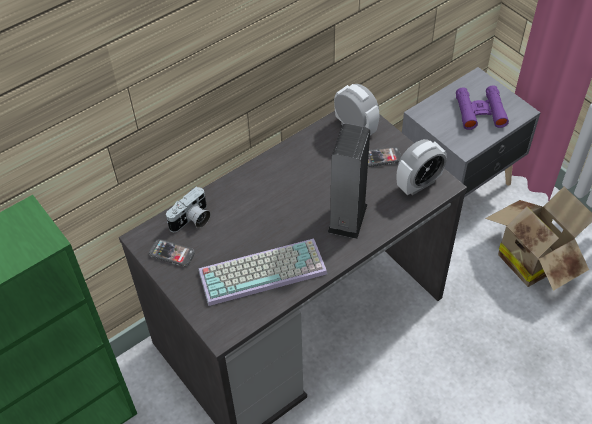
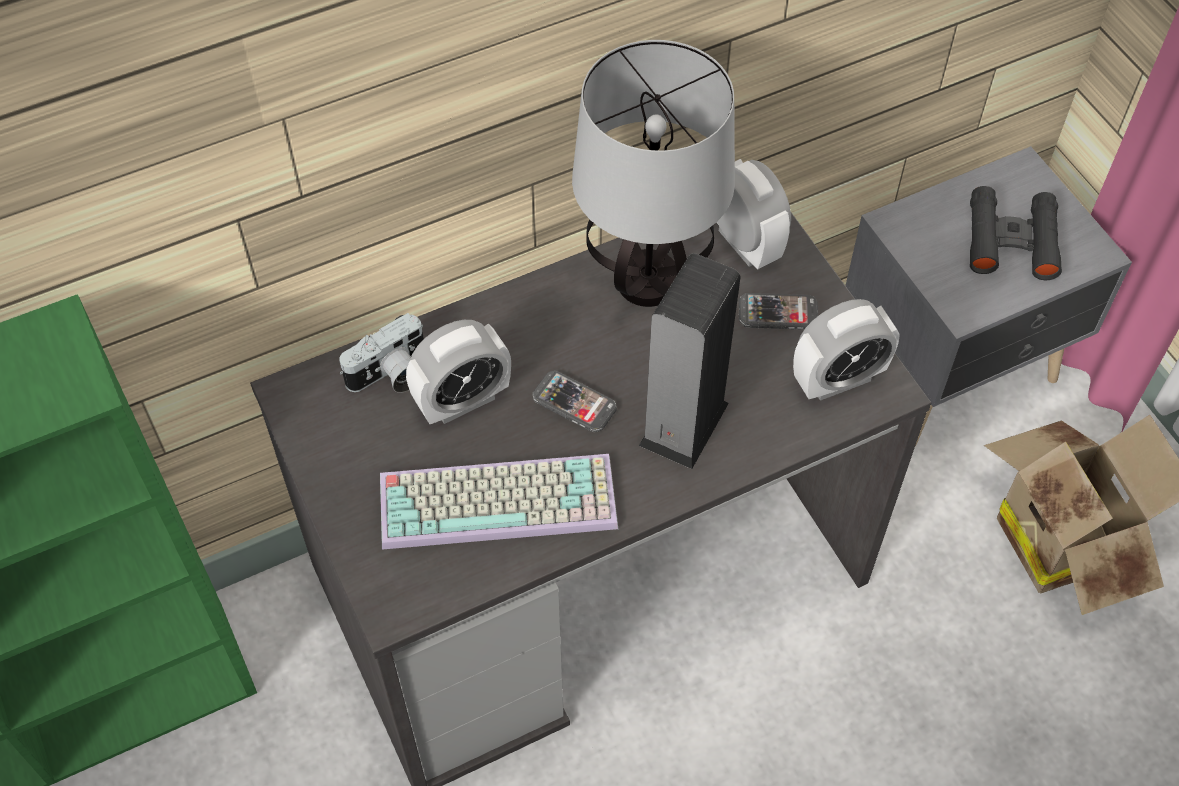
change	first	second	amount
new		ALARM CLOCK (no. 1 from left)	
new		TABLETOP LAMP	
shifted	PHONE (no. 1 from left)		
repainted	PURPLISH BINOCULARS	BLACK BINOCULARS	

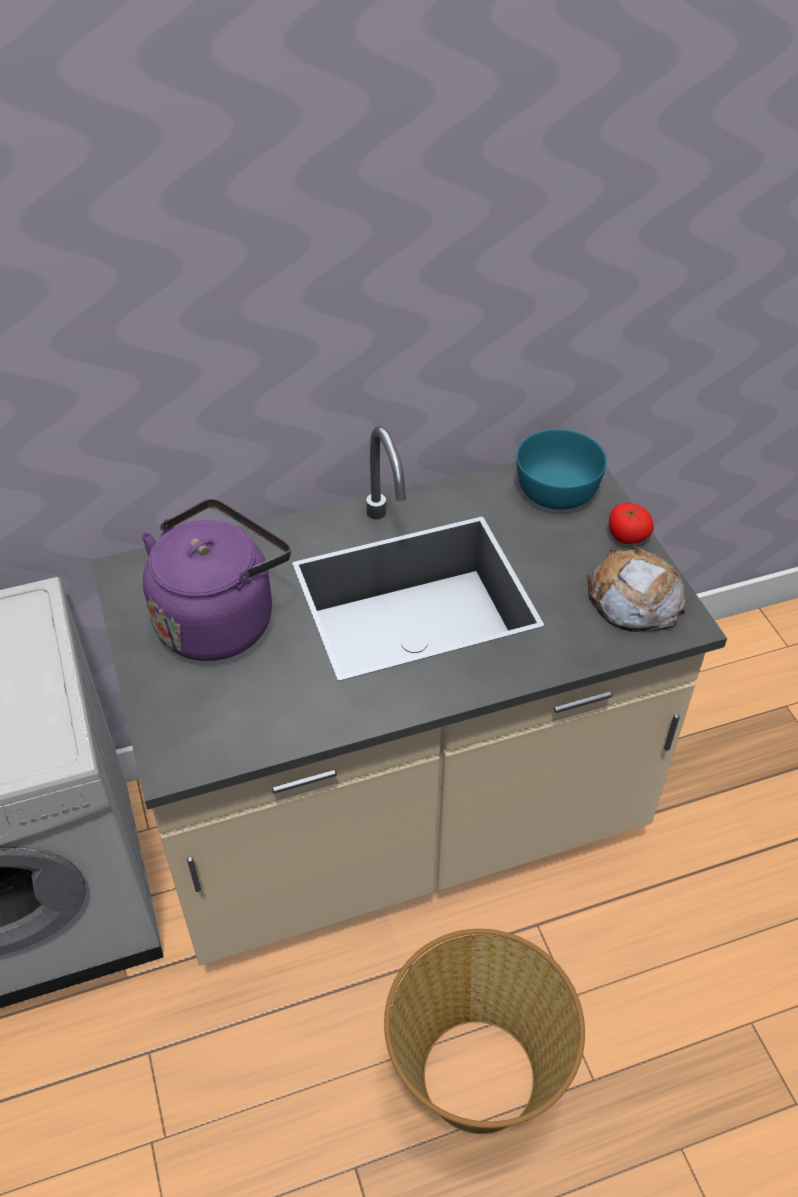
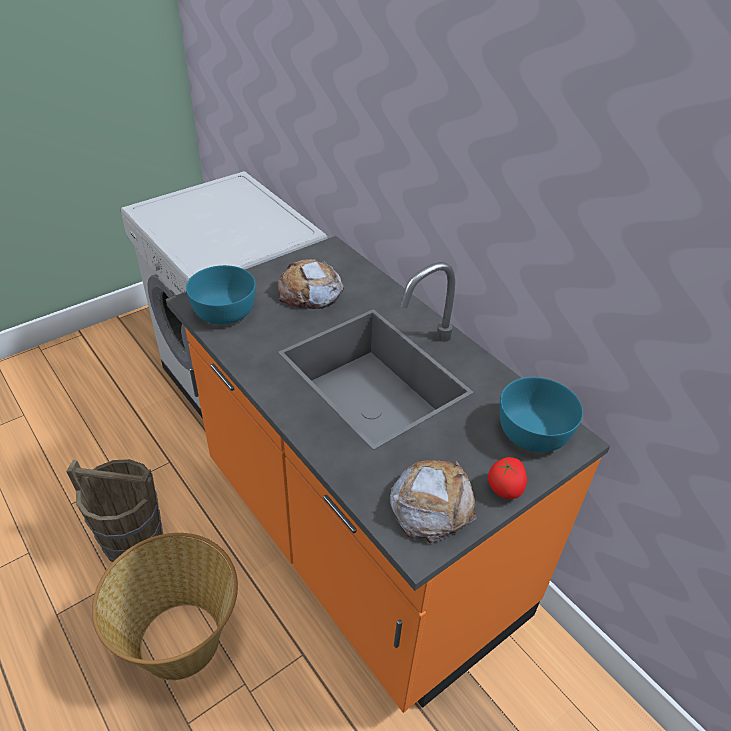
change	first	second	amount
new		BROWN-COLOURED WATER BUCKET	
new		BLUE-GREEN SERVING BOWL (no. 1 from left)	
swapped	PURPLISH KETTLE	BAKED BREAD (no. 1 from left)	
repainted	BEIGE-COLOURED COUNTER	ORANGEY COUNTER	

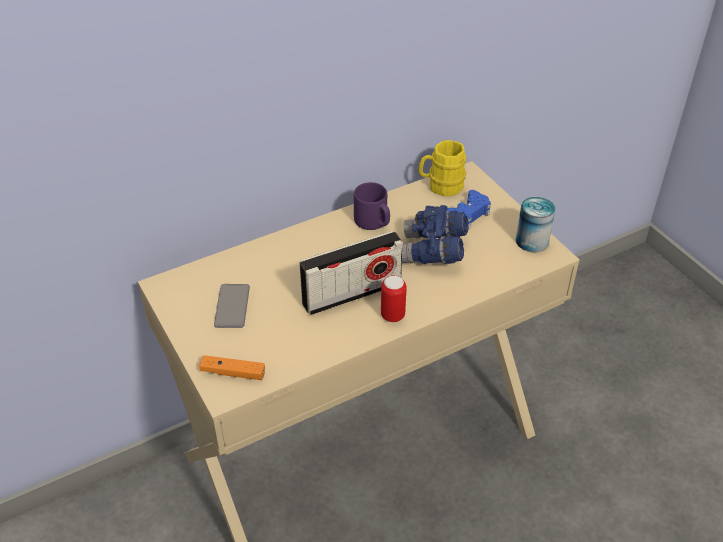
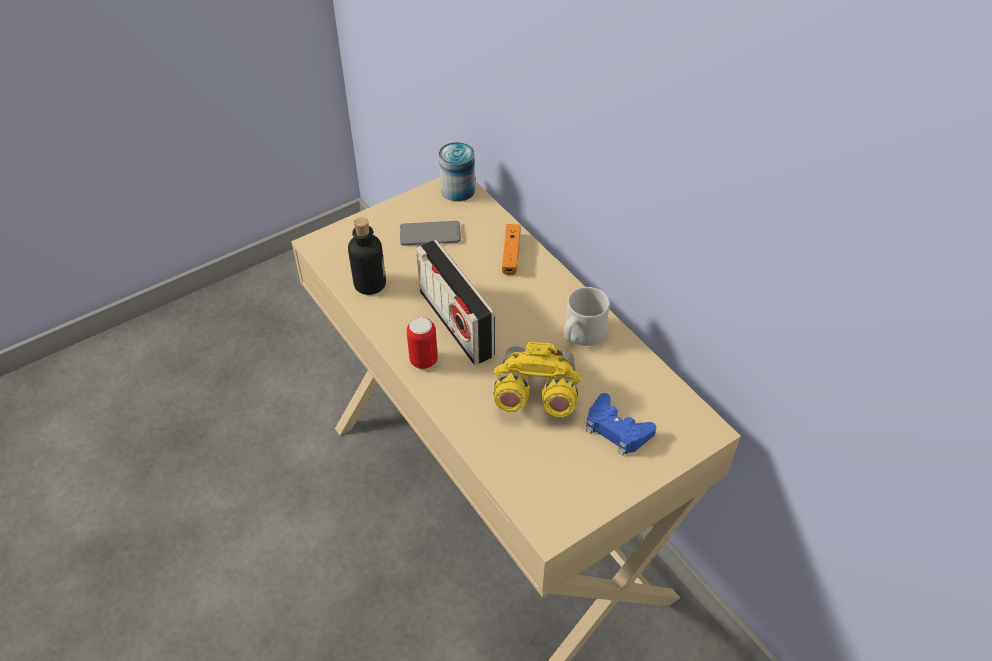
change	first	second	amount
gone	YELLOW MUG		
new		BOTTLE	
shifted	ORANGEY GAMEPAD		
shifted	SEALED CAN (no. 2 from left)		
repainted	PURPLISH MUG	GREYISH MUG	
repainted	BLUE BINOCULARS	YELLOW BINOCULARS	

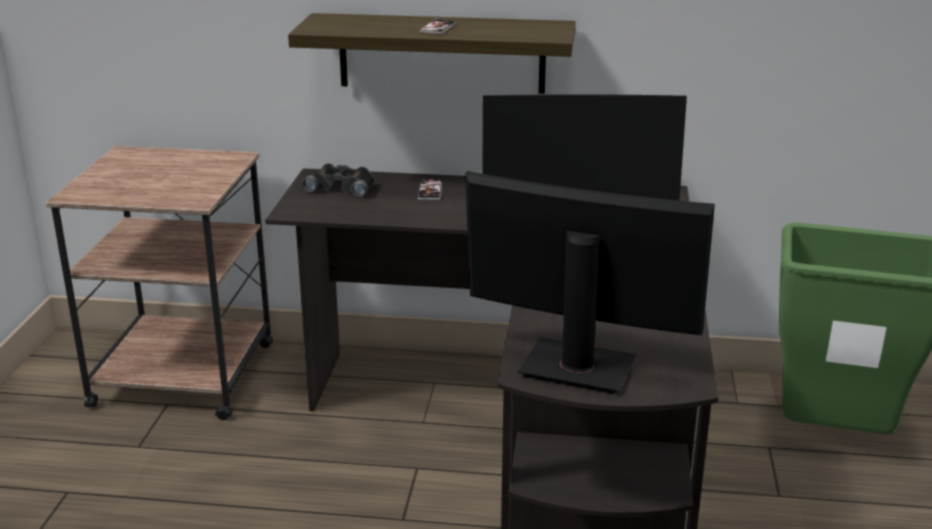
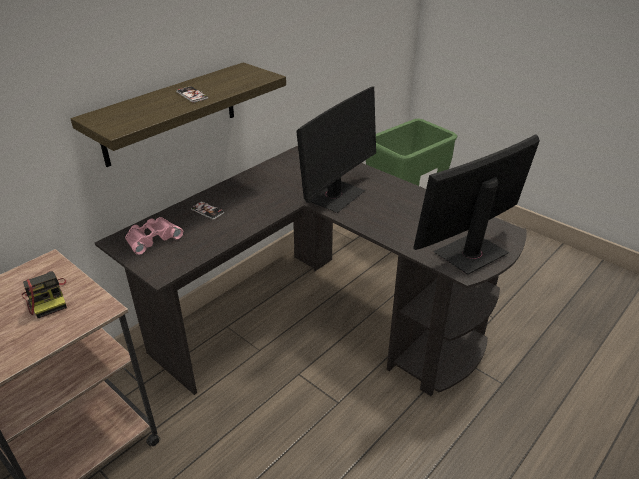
change	first	second	amount
new		PHOTO CAMERA	
repainted	BLACK BINOCULARS	PINKISH BINOCULARS	

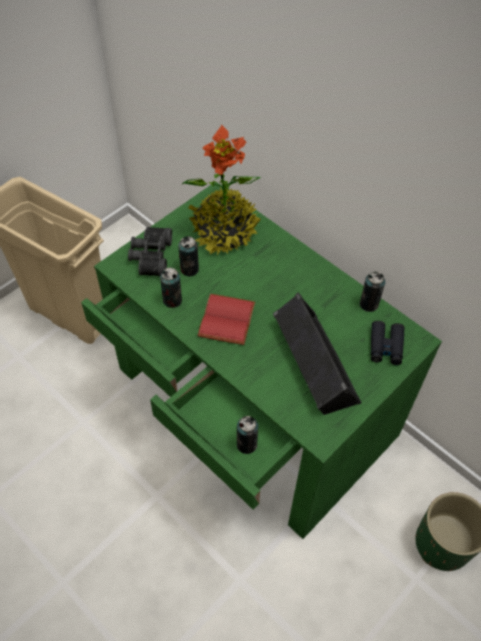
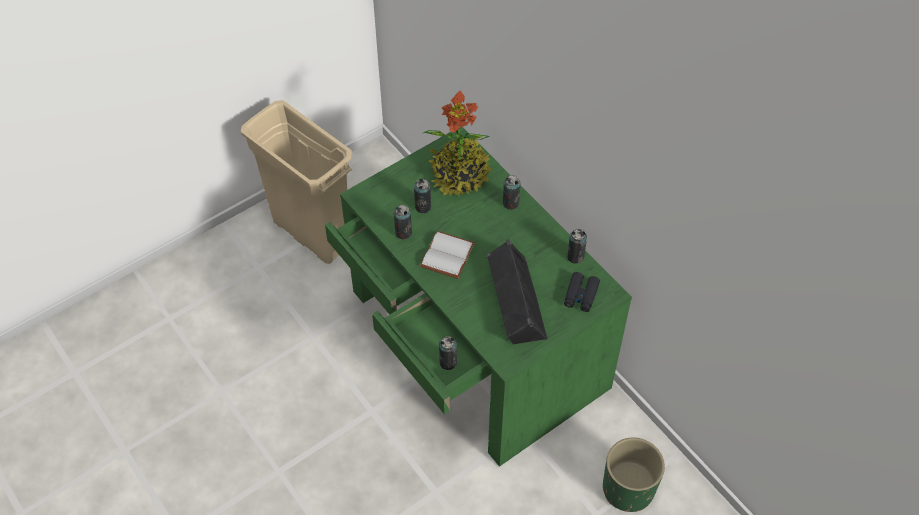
change	first	second	amount
gone	BLACK BINOCULARS (no. 1 from left)		
new		SEALED CAN (no. 4 from left)	
repainted	RED-COLOURED BOUND BOOK	WHITE-COLOURED BOUND BOOK	

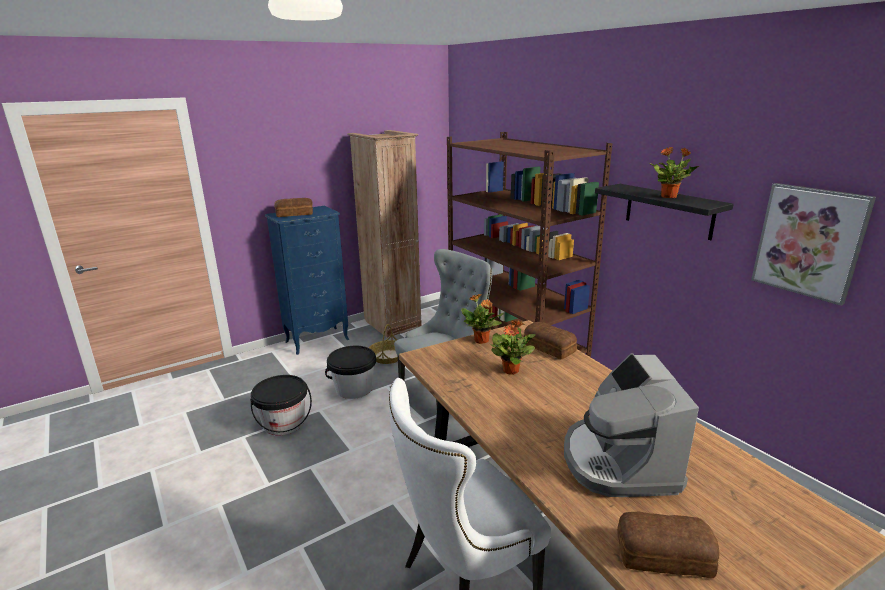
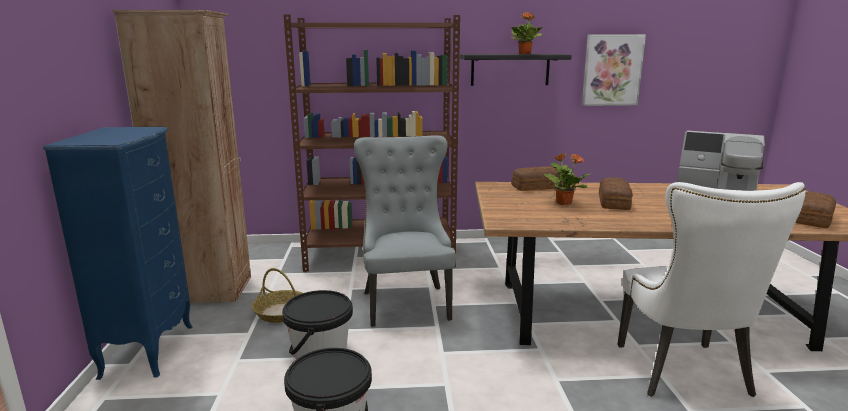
change	first	second	amount
gone	POTTED PLANT (no. 1 from left)		
shifted	BAKED BREAD (no. 1 from left in the first image)	BAKED BREAD (no. 2 from left)	

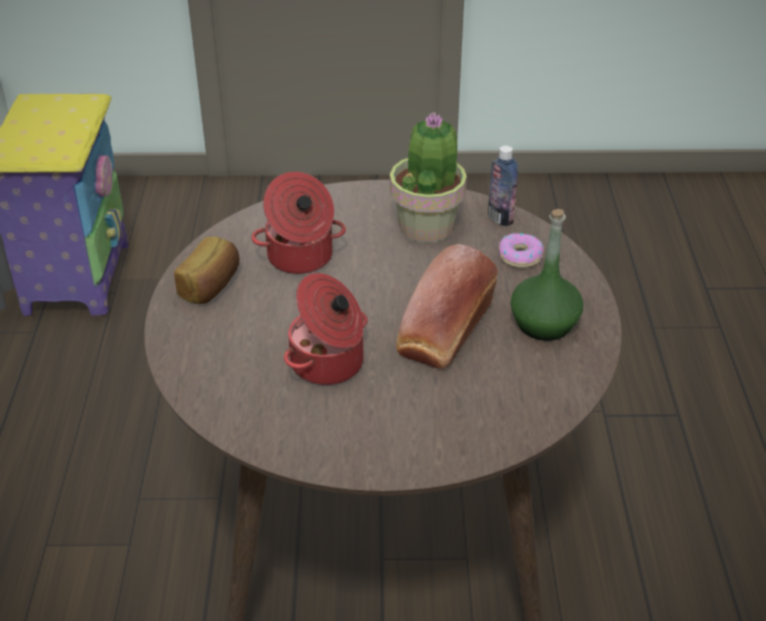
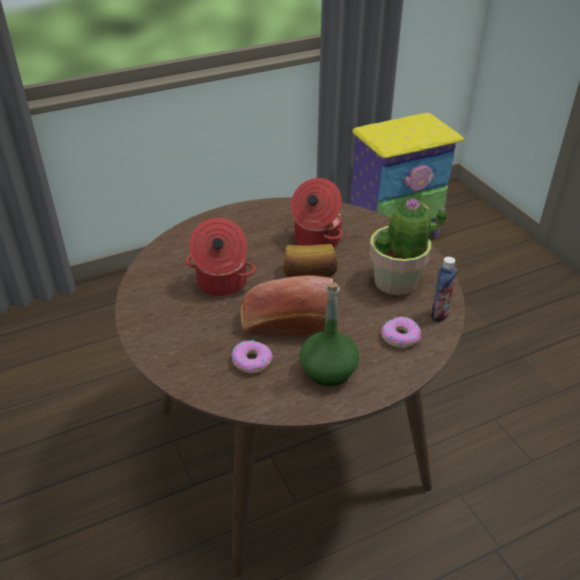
change	first	second	amount
new		DOUGHNUT (no. 1 from left)	
shifted	BAKED BREAD (no. 1 from left in the first image)	BAKED BREAD (no. 2 from left)	

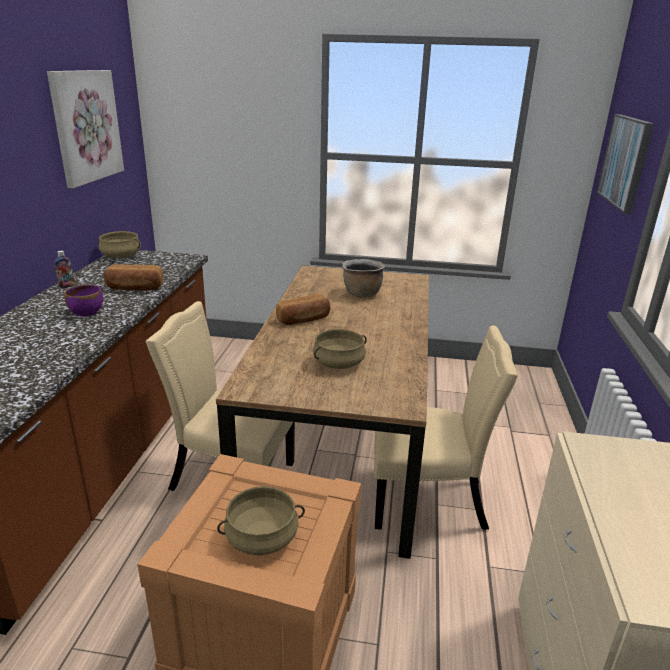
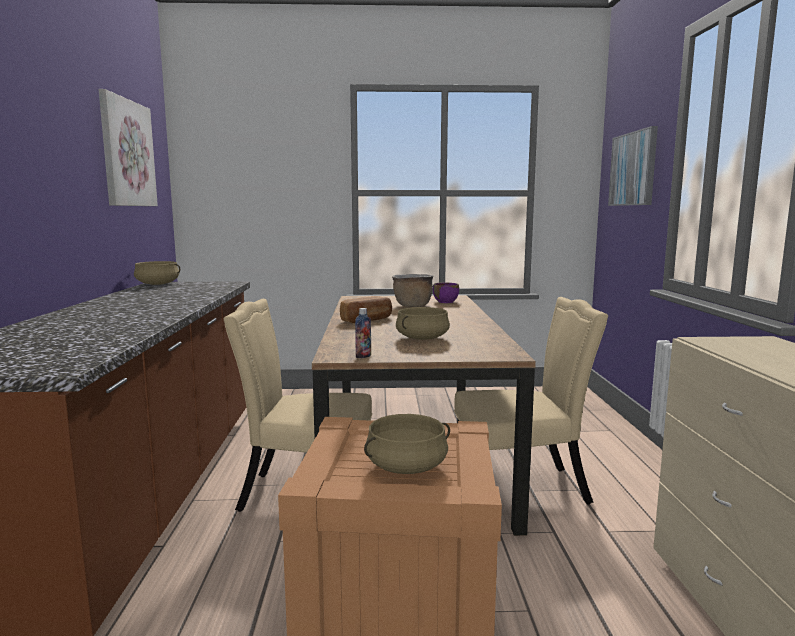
change	first	second	amount
gone	BAKED BREAD (no. 1 from left)		
shifted	BOTTLE		
shifted	PURPLISH SERVING BOWL		

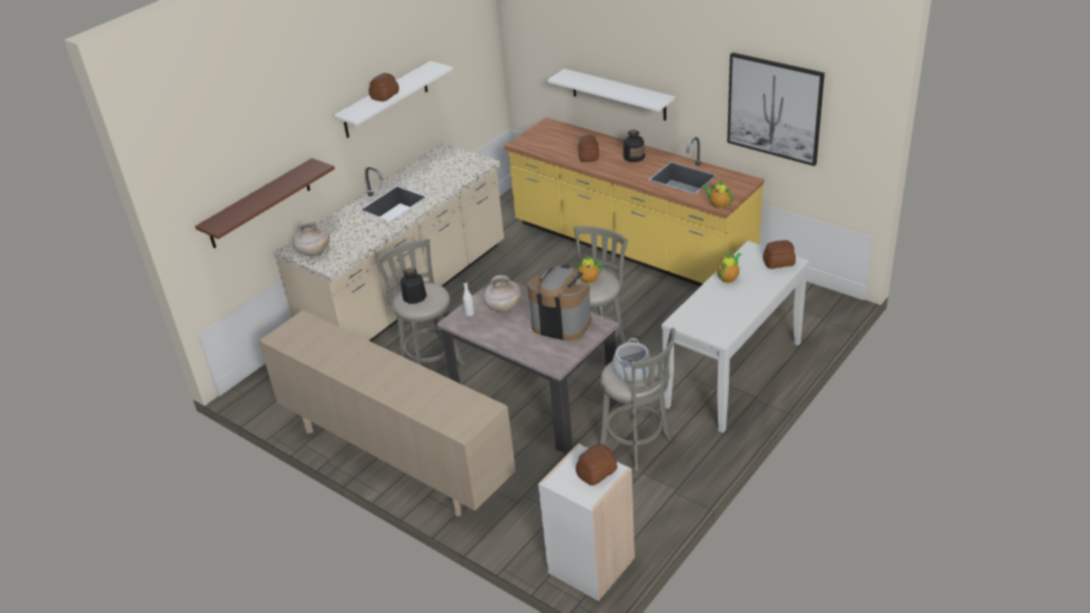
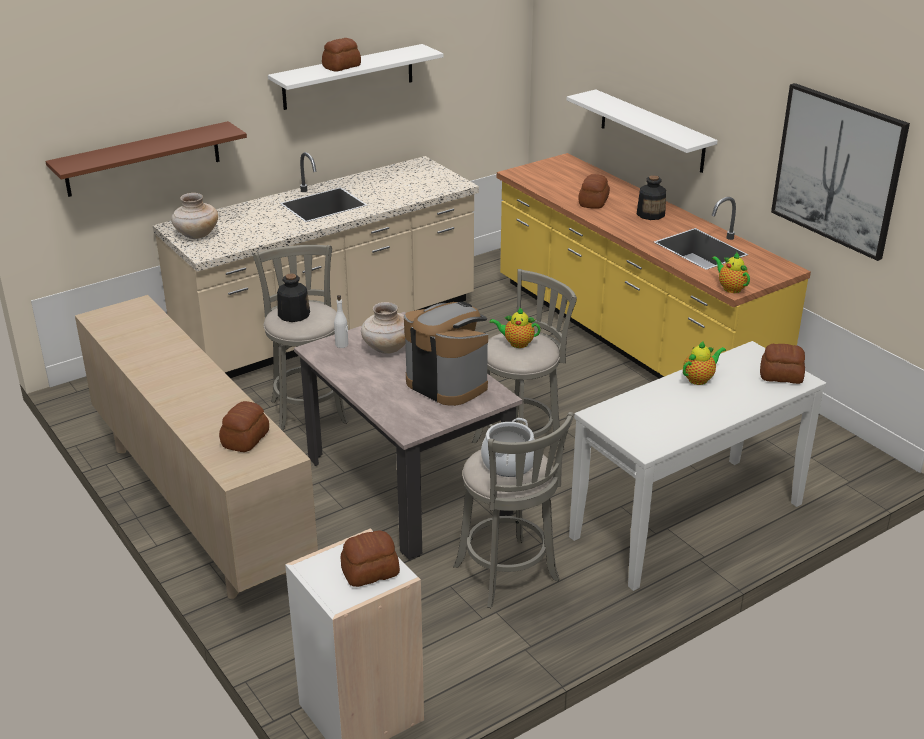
change	first	second	amount
new		BAKED BREAD (no. 1 from left)	

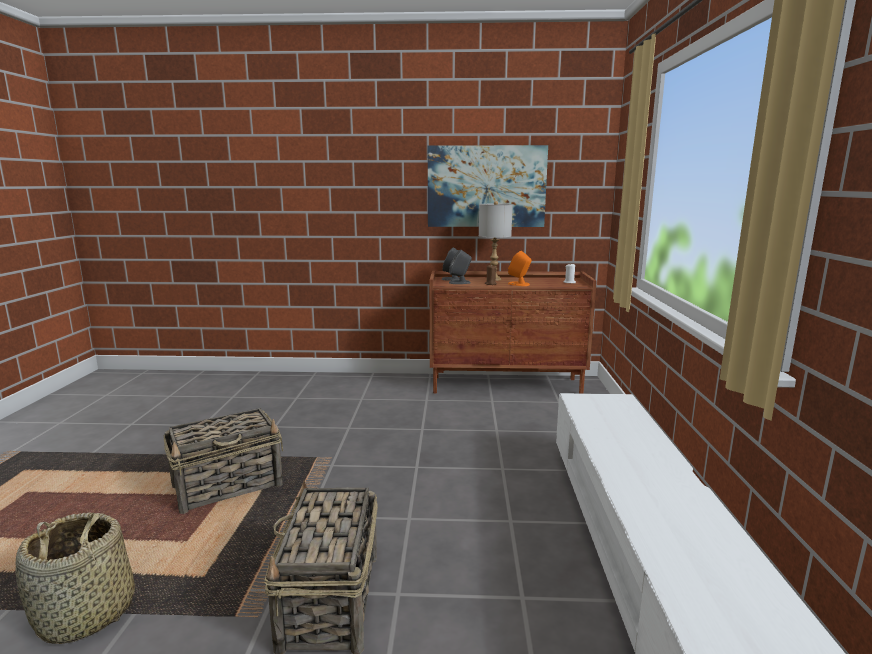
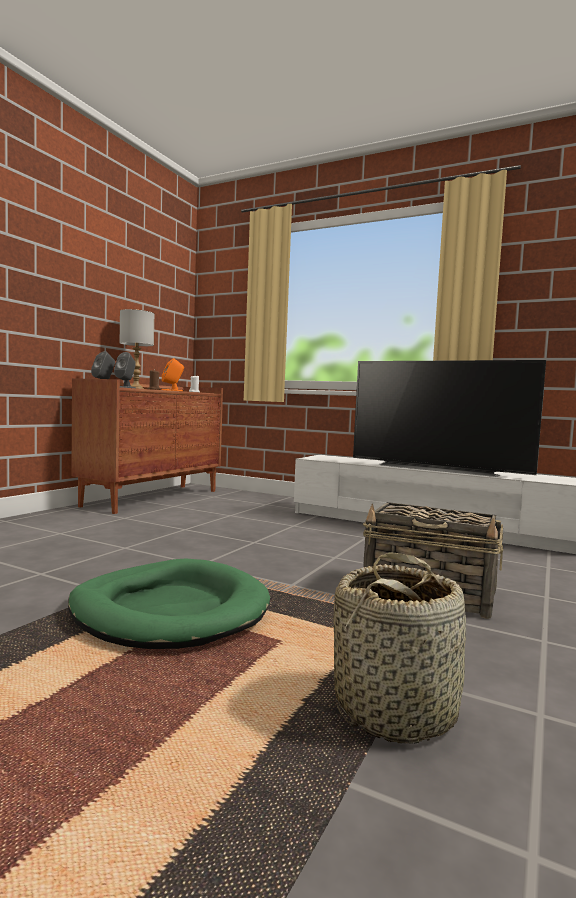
change	first	second	amount
gone	WALL ART		
new		TELEVISION	
swapped	HOUSEHOLD BASKET (no. 2 from left)	GREEN DOG BED	

